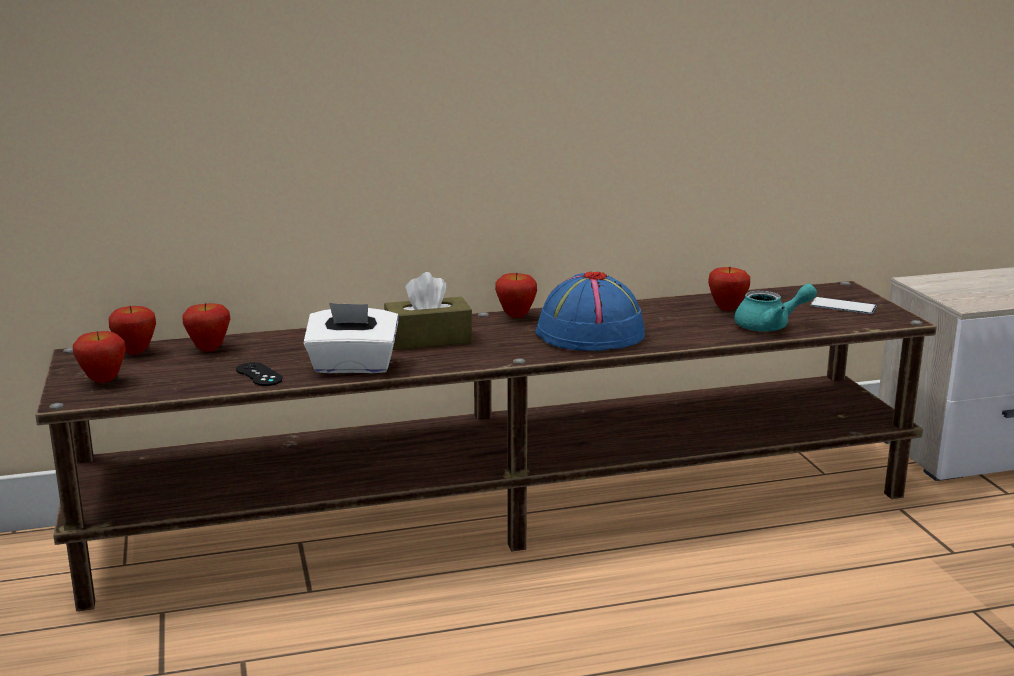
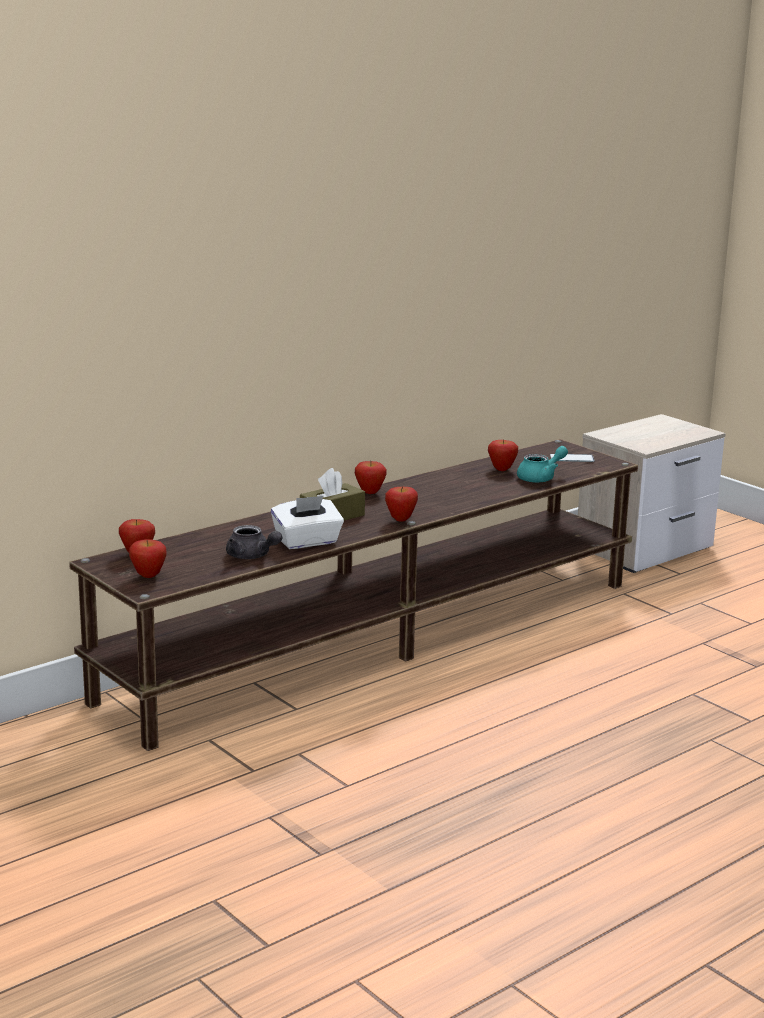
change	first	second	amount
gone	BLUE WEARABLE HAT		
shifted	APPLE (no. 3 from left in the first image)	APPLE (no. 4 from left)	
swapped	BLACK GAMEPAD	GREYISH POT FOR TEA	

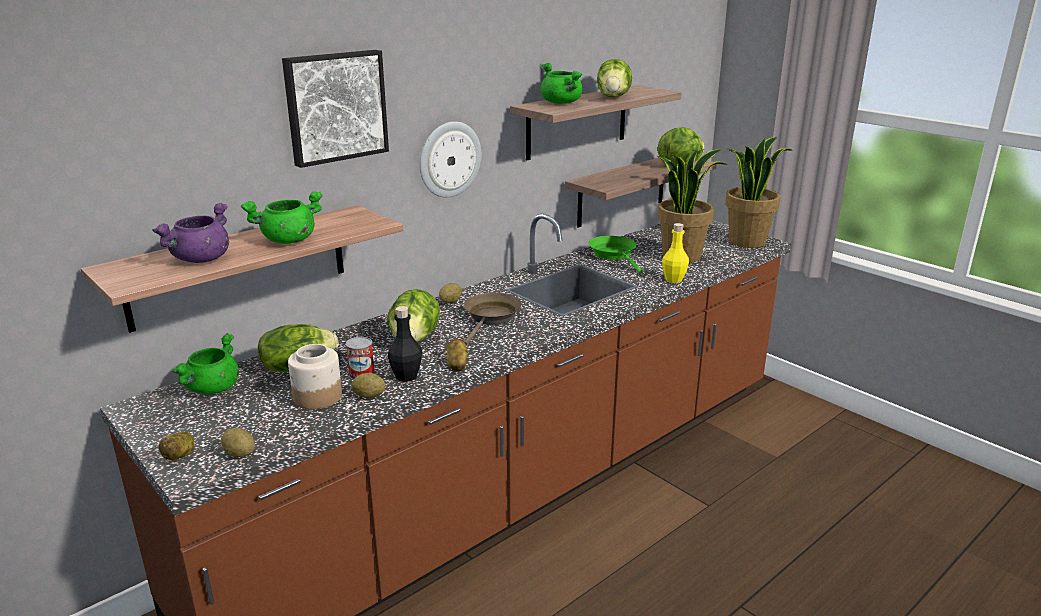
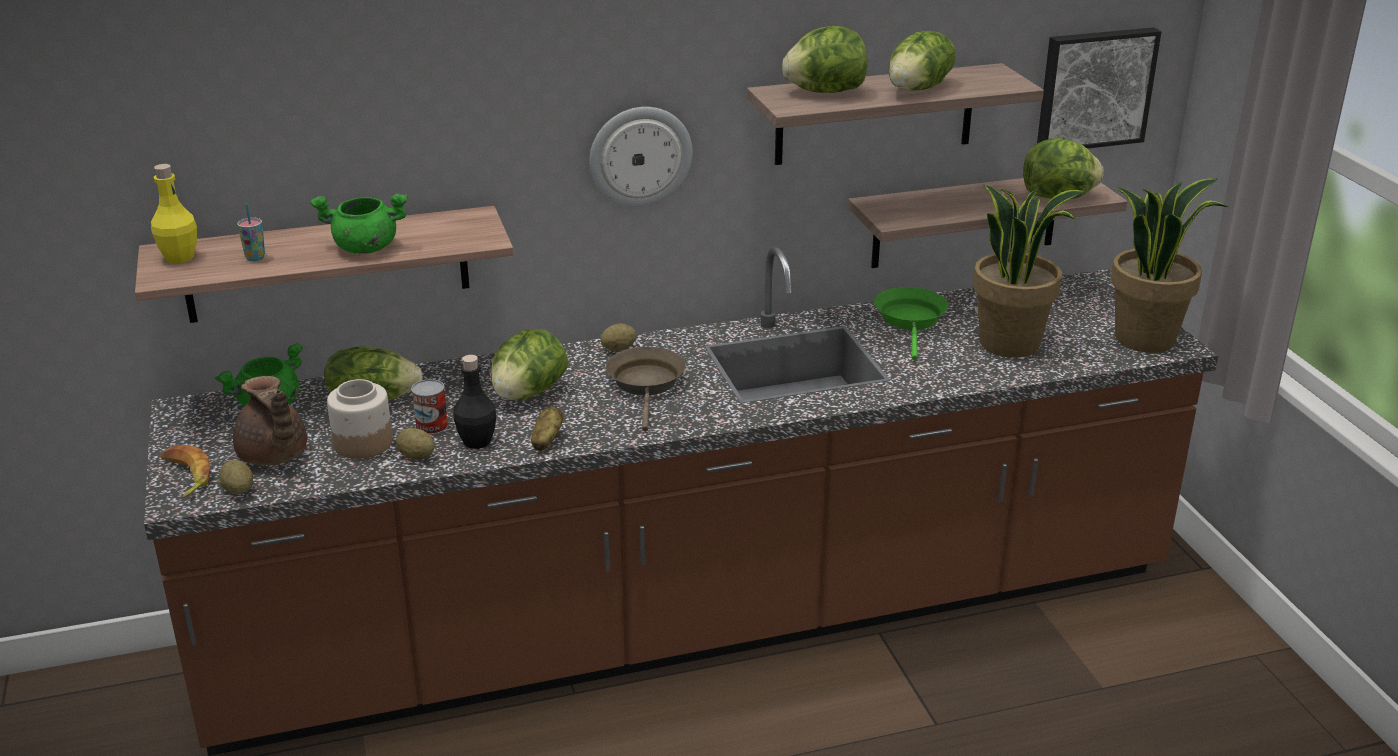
change	first	second	amount
new		BROWN-COLOURED POT FOR TEA	
shifted	WALL ART		
shifted	YELLOW BOTTLE		
swapped	PURPLISH STOCKPOT	CUP	
swapped	POTATO (no. 1 from left)	BANANA	
swapped	GREEN STOCKPOT (no. 3 from left)	LETTUCE HEAD (no. 3 from left)	
rotated	BROWN-COLOURED FRYING PAN		45 degrees counterclockwise

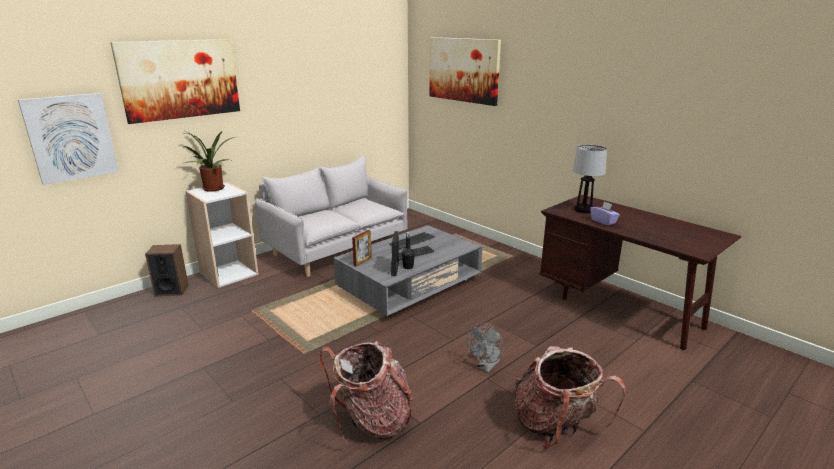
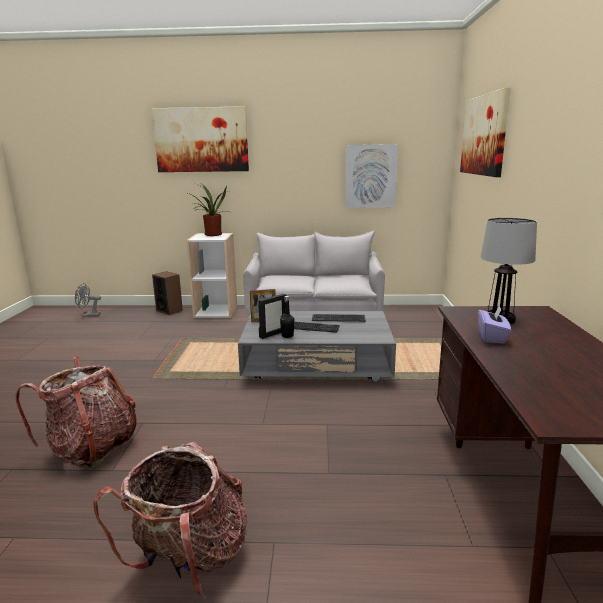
change	first	second	amount
shifted	WALL ART (no. 1 from left in the first image)	WALL ART (no. 2 from left)	
shifted	GREYISH FAN		

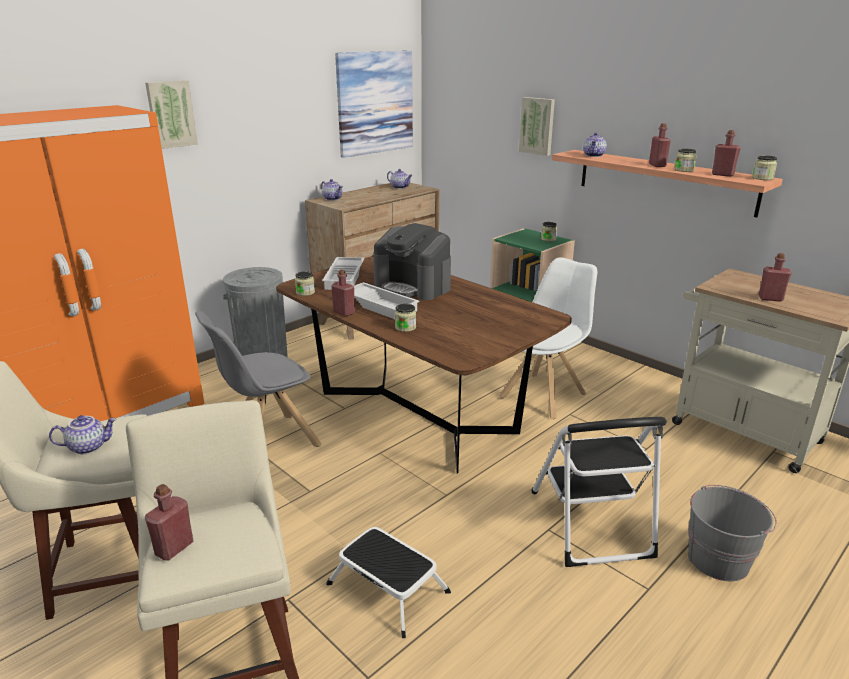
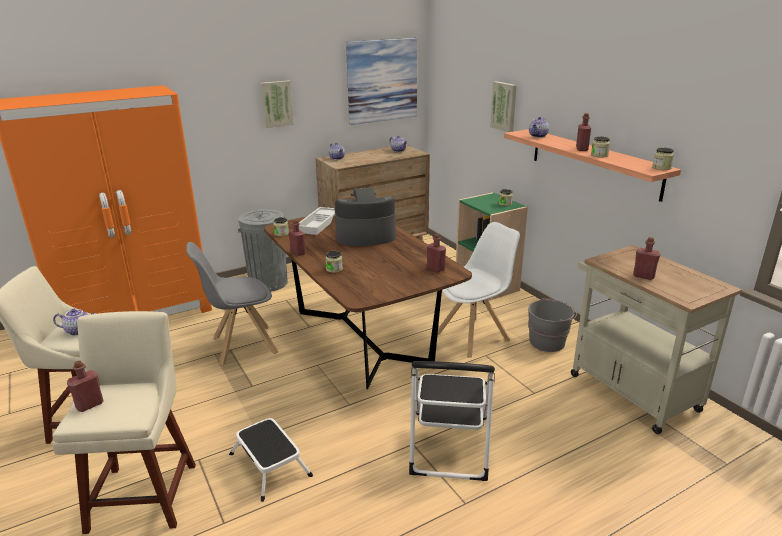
change	first	second	amount
gone	WHITE-COLOURED CARRYING TRAY (no. 2 from left)		
shifted	WALL ART (no. 1 from left)		
shifted	GREYISH WATER BUCKET		
shifted	RED-COLOURED BOTTLE (no. 4 from left in the first image)	RED-COLOURED BOTTLE (no. 3 from left)	
rotated	COFFEE BREWER		120 degrees clockwise

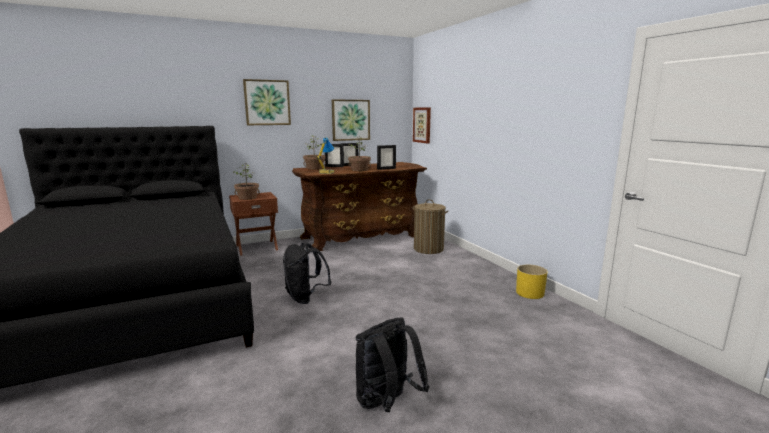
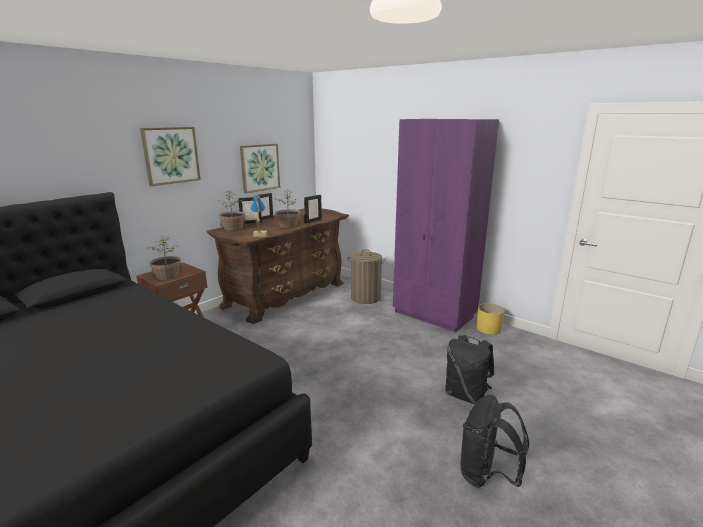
change	first	second	amount
gone	WALL ART (no. 3 from left)		
new		PURPLISH WARDROBE	
shifted	BLACK RUCKSACK (no. 1 from left)		

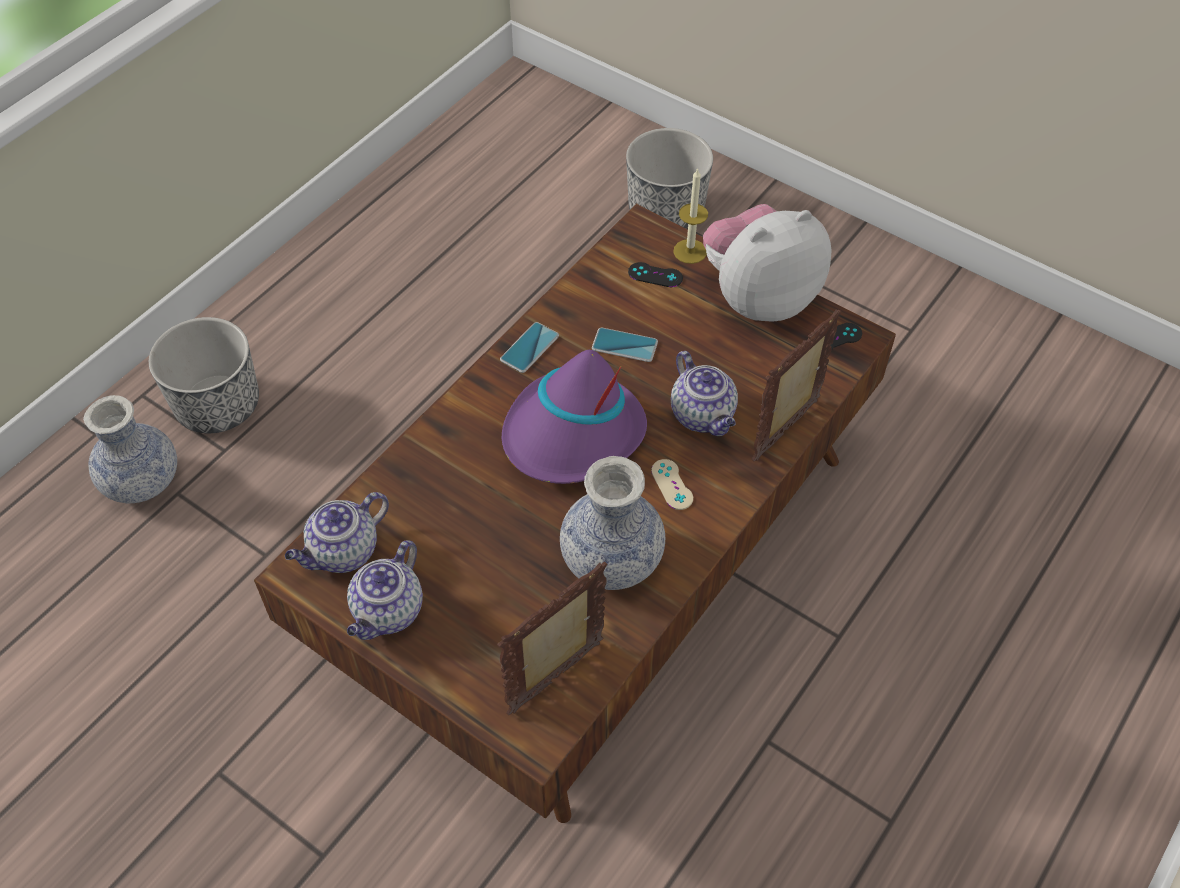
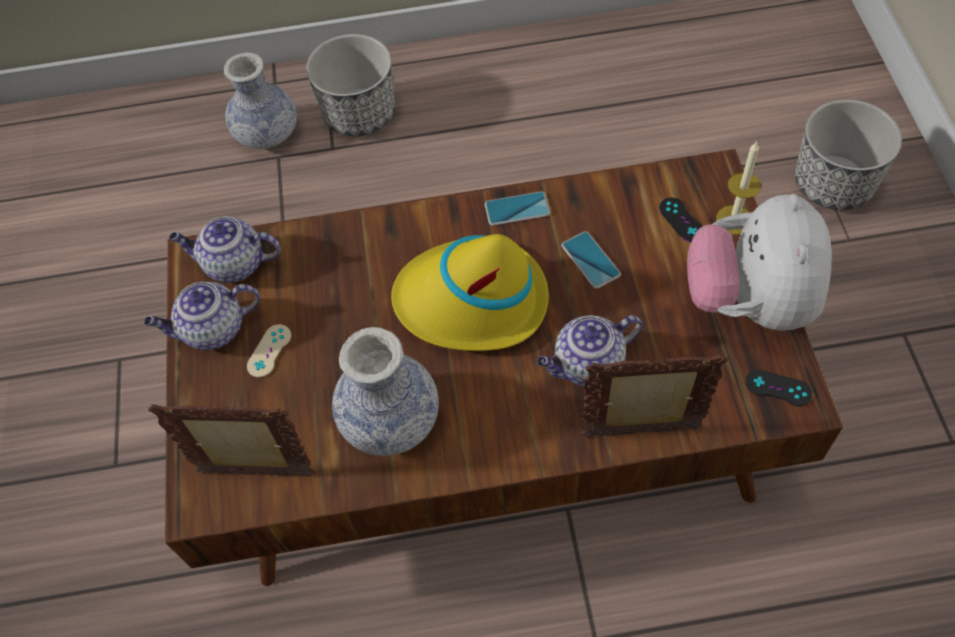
change	first	second	amount
shifted	BEIGE-COLOURED GAMEPAD		
repainted	PURPLISH WEARABLE HAT	YELLOW WEARABLE HAT	
rotated	POT FOR TEA (no. 3 from left)		45 degrees clockwise
rotated	CUDDLY TOY		105 degrees counterclockwise

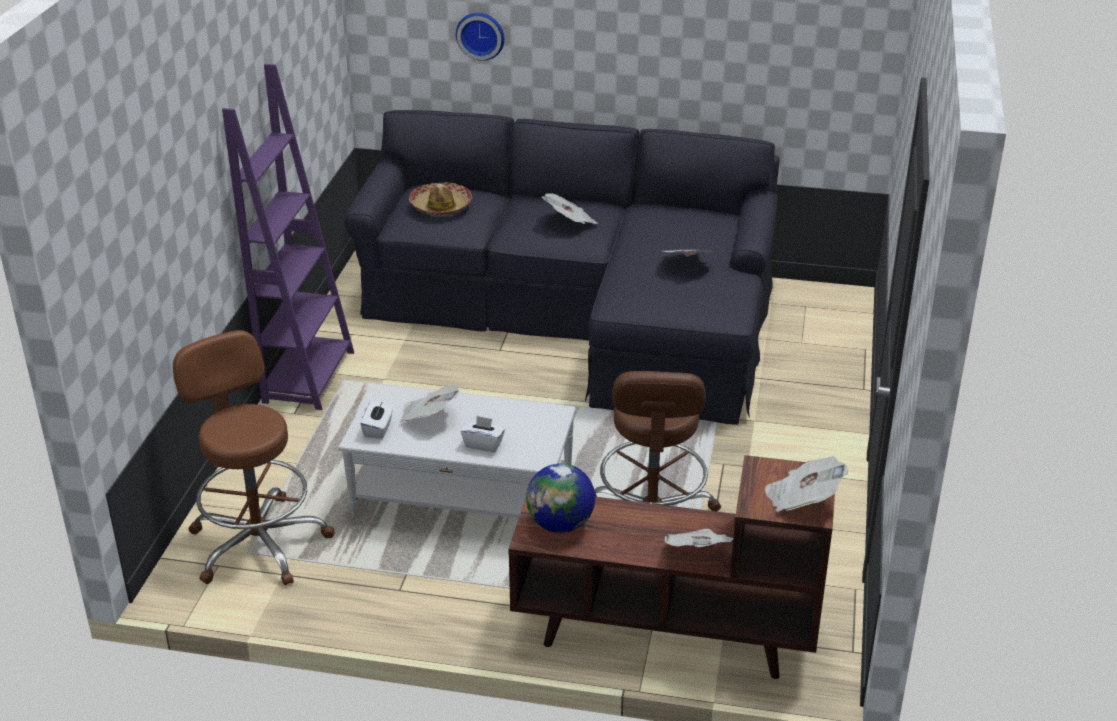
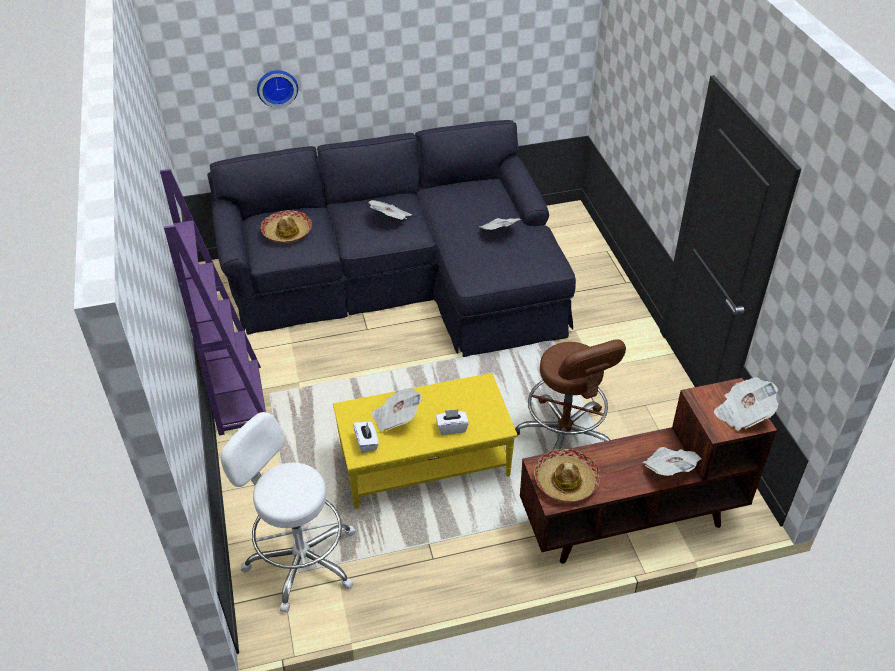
change	first	second	amount
swapped	DESK GLOBE	WEARABLE HAT (no. 2 from left)	
repainted	BROWN-COLOURED STOOL SEAT (no. 1 from left)	WHITE-COLOURED STOOL SEAT	
repainted	WHITE-COLOURED COFFEE TABLE	YELLOW COFFEE TABLE	

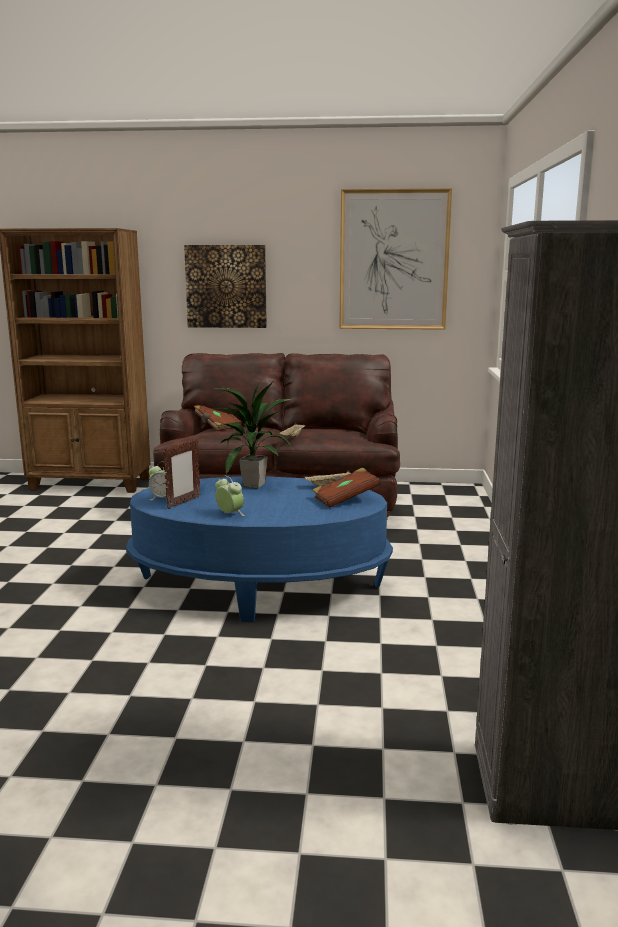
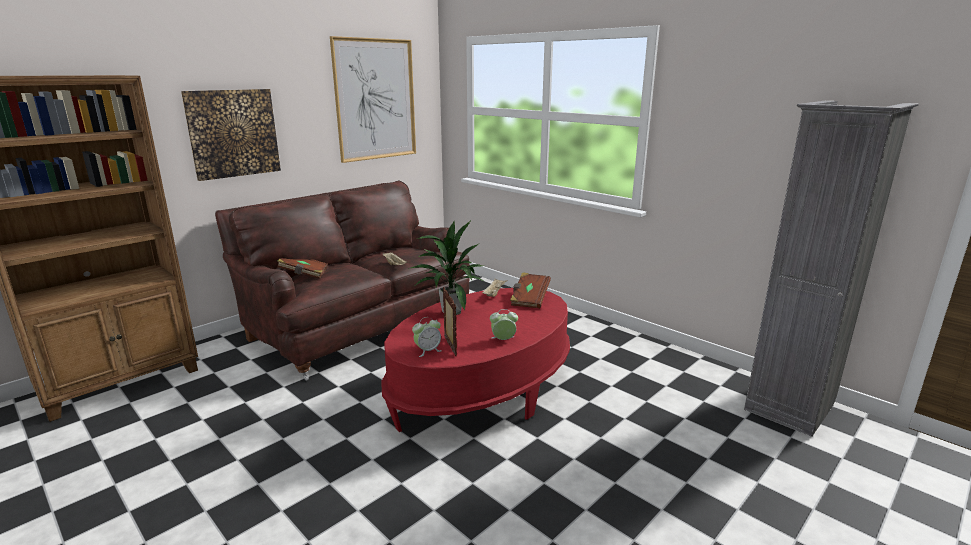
change	first	second	amount
repainted	BLUE COFFEE TABLE	RED-COLOURED COFFEE TABLE	

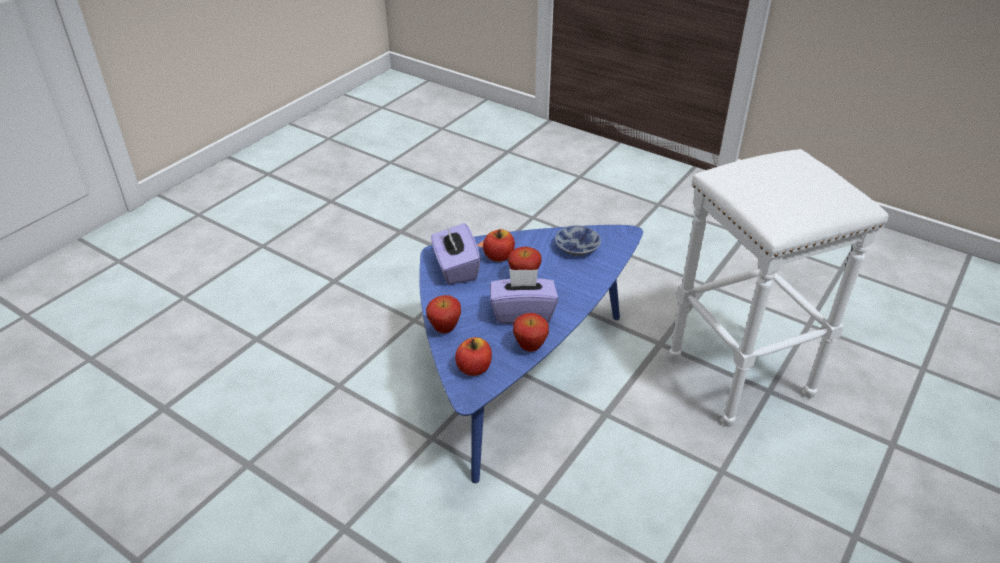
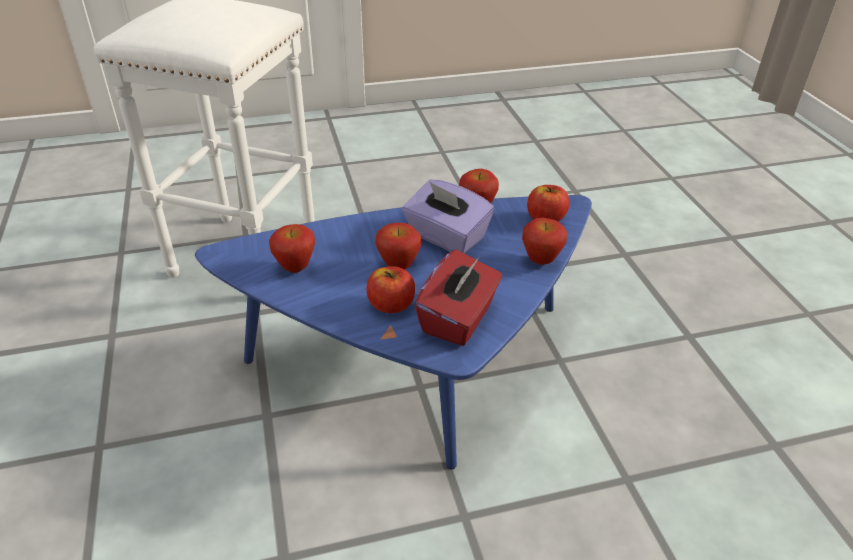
change	first	second	amount
swapped	SERVING BOWL	APPLE (no. 1 from left)	
repainted	PURPLISH TISSUE HOLDER (no. 1 from left)	RED-COLOURED TISSUE HOLDER	

